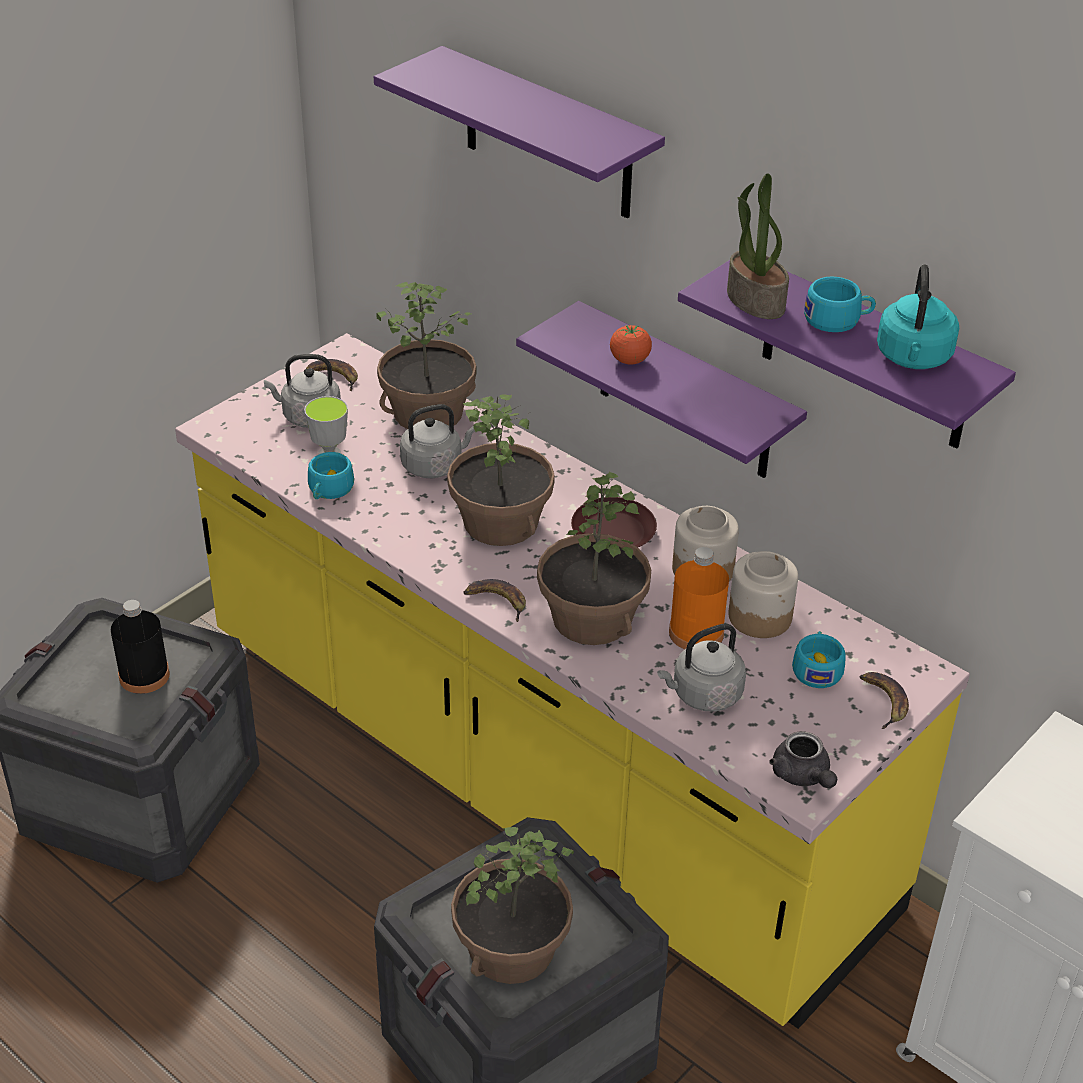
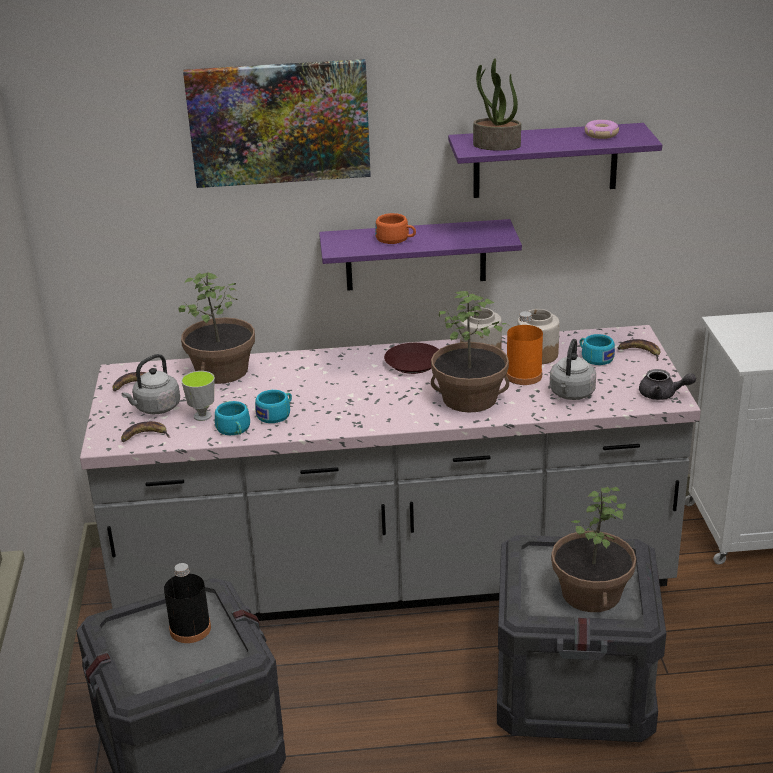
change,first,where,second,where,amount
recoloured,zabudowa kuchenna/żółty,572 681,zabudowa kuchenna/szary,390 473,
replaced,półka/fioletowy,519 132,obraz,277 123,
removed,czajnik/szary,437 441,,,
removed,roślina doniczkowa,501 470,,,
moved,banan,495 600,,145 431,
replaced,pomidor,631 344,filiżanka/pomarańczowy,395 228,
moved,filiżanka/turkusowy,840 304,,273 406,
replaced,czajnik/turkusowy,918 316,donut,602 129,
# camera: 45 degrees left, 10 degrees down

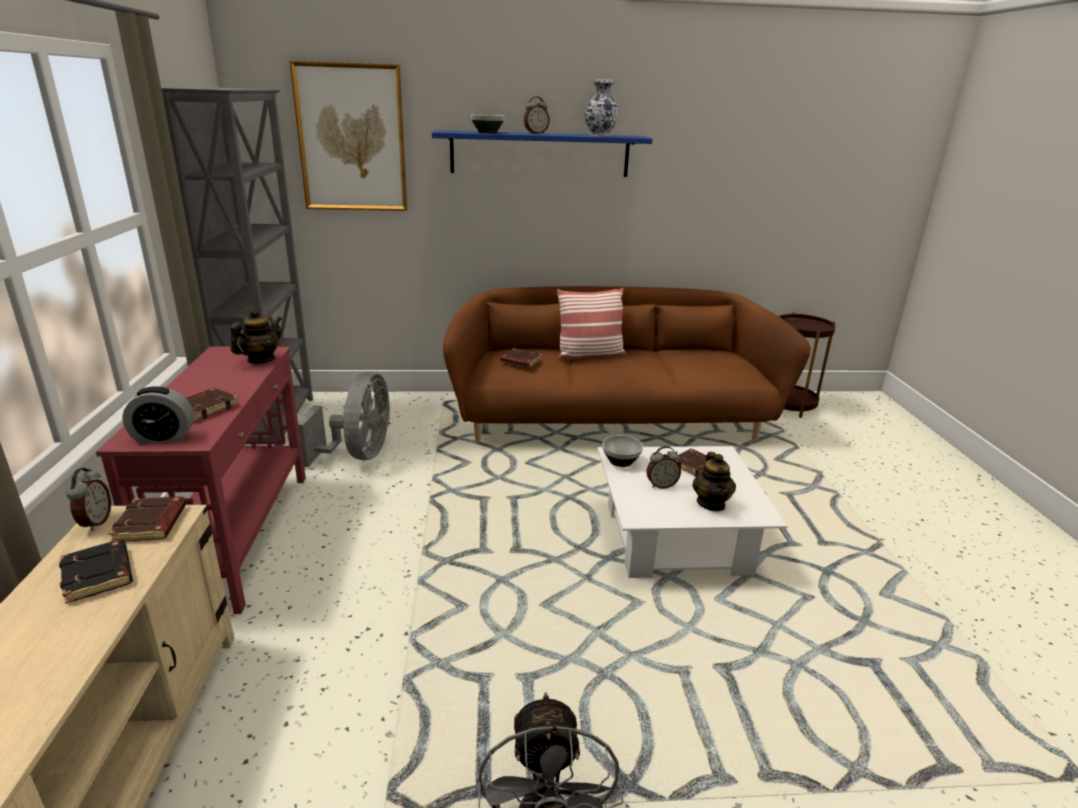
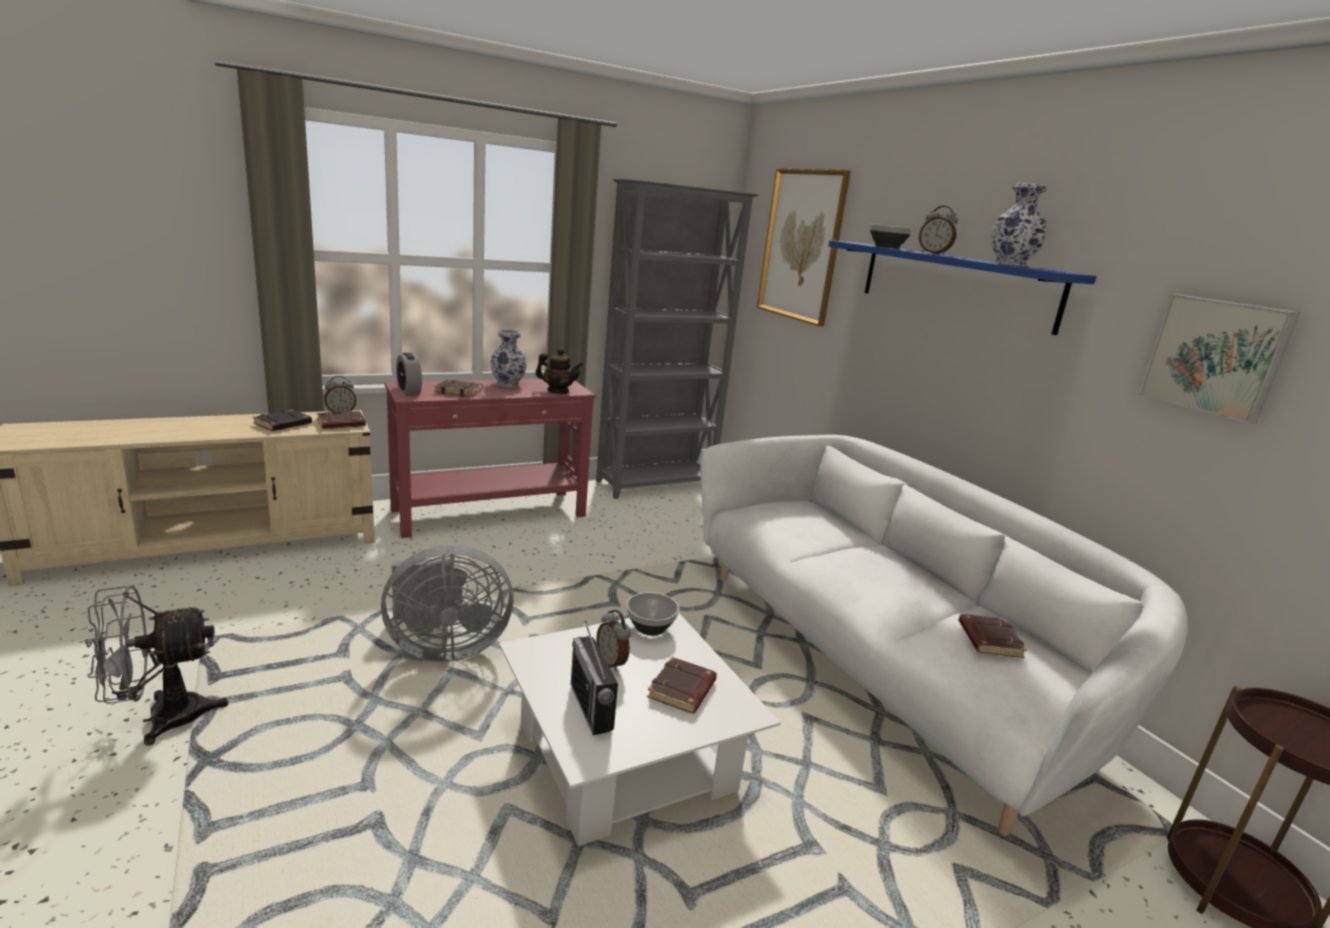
change,first,where,second,where,amount
moved,wentylator/szary,344 419,,447 603,
recoloured,kanapa/brązowy,627 364,kanapa/biały,944 635,
moved,książka/brązowy,521 357,,993 636,
removed,poduszka,591 324,,,
replaced,imbryk,714 481,radio,594 678,
added,,,wazon,508 358,
added,,,obraz,1219 359,
# camera: 65 degrees right, 5 degrees down

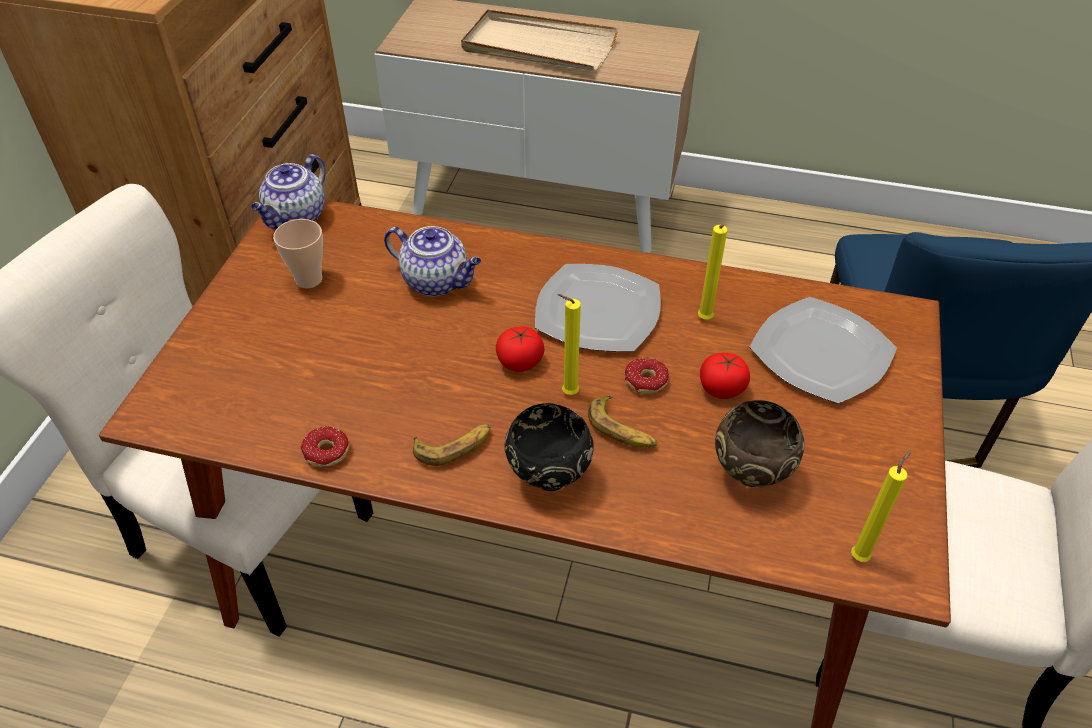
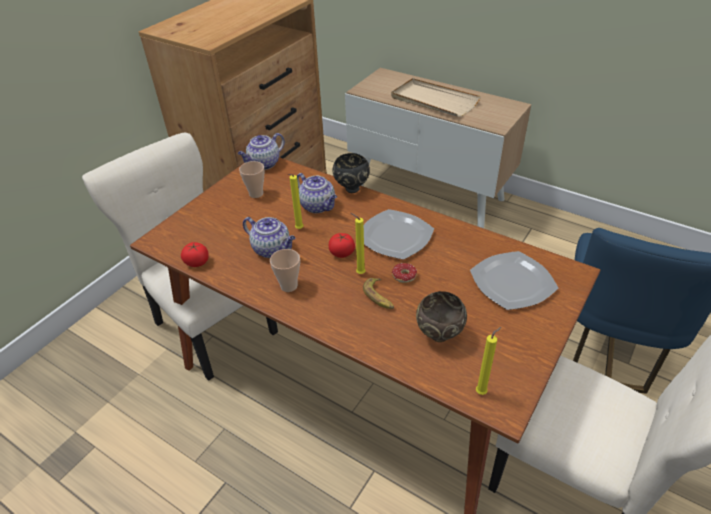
change,first,where,second,where,amount
removed,donut,325 446,,,
replaced,banan,452 445,filiżanka,285 270,
moved,miska/czarny,549 447,,351 173,
moved,świeca/żółty,712 272,,295 201,
moved,pomidor,725 376,,195 254,
added,,,imbryk,269 237,
# camera: 20 degrees right, 5 degrees down

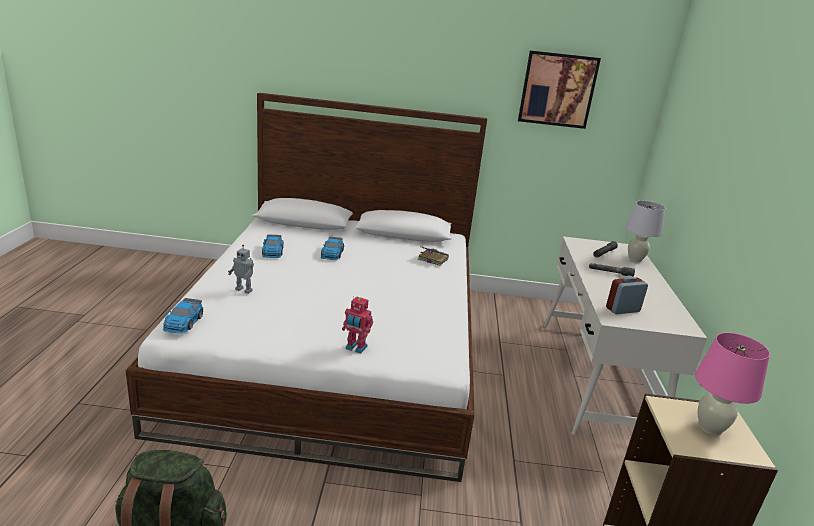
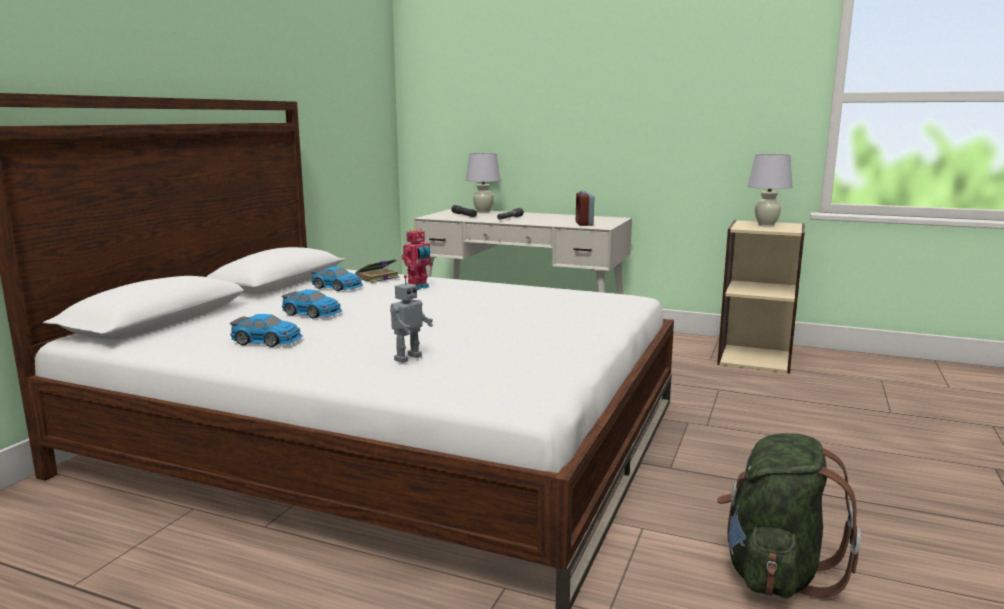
change,first,where,second,where,amount
moved,samochodzik,183 316,,337 279,
moved,robot zabawkowy,357 325,,417 259,
removed,obraz,559 89,,,
recoloured,lampa stołowa/różowy,732 384,lampa stołowa/biały,770 190,
# camera: 70 degrees left, 10 degrees down

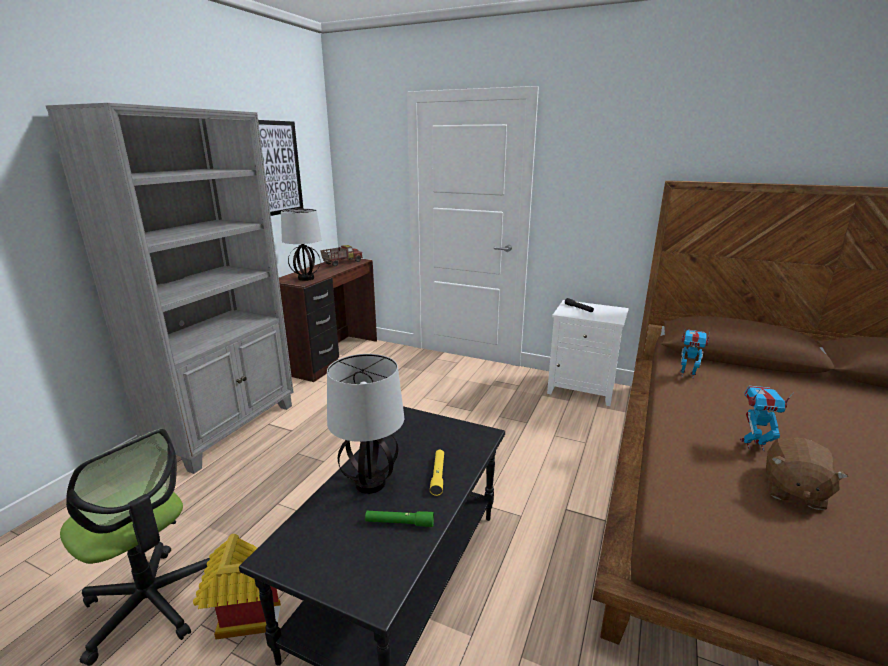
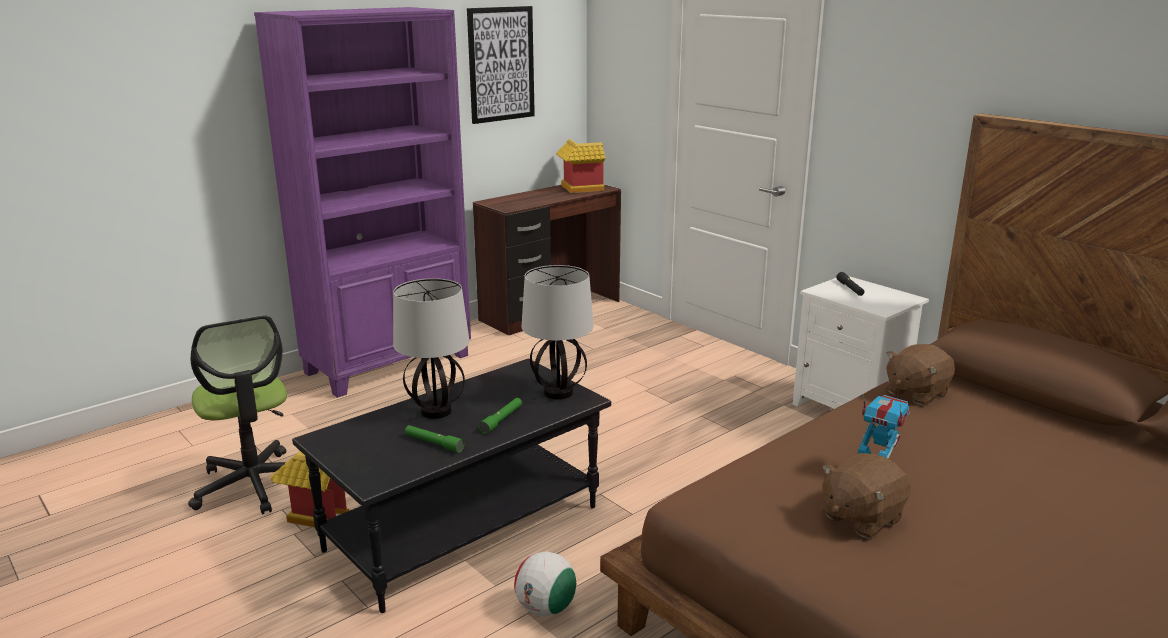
change,first,where,second,where,amount
recoloured,regał/szary,169 288,regał/fioletowy,362 202,
moved,lampa stołowa,301 245,,558 332,
replaced,ciężarówka zabawkowa,341 255,domek,580 166,
recoloured,latarka/żółty,437 473,latarka/zielony,500 416,
replaced,robot zabawkowy,695 353,pluszak/brązowy,920 374,
added,,,piłka futbolowa,545 583,
# camera: 25 degrees right, 0 degrees up

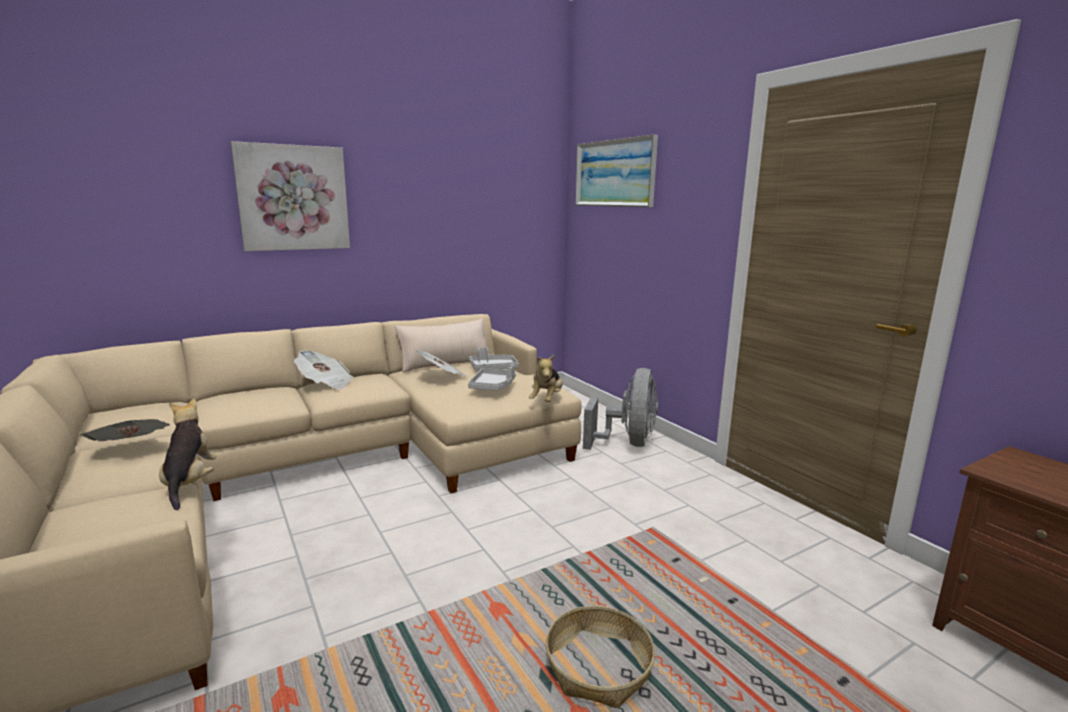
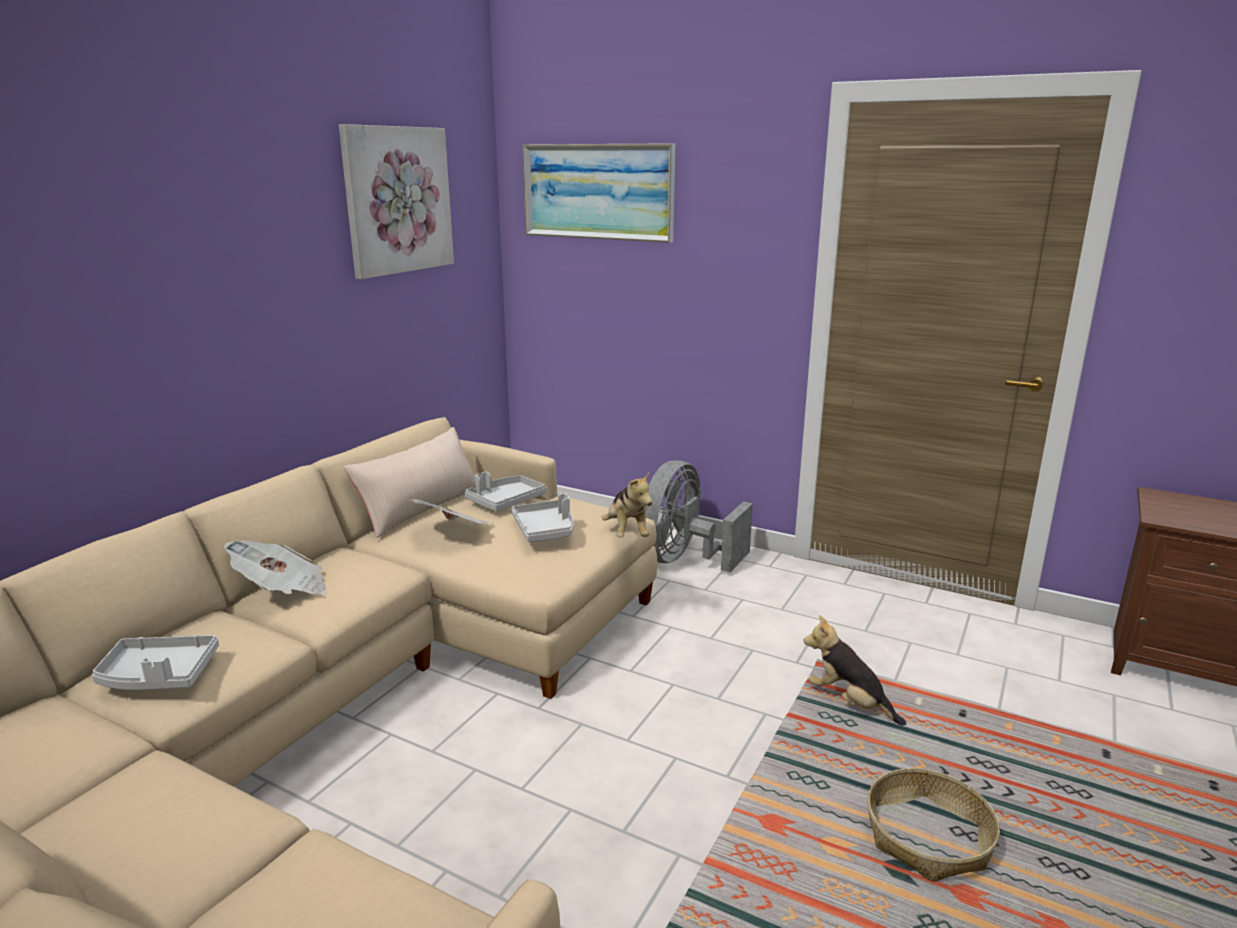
change,first,where,second,where,amount
removed,gazeta,125 430,,,
moved,pluszak,188 454,,855 670,
moved,obraz,290 196,,396 201,
turned,wentylator/szary,620 409,,699 516,135 degrees counterclockwise
added,,,taca/szary,155 662,
# camera: 30 degrees left, 5 degrees up

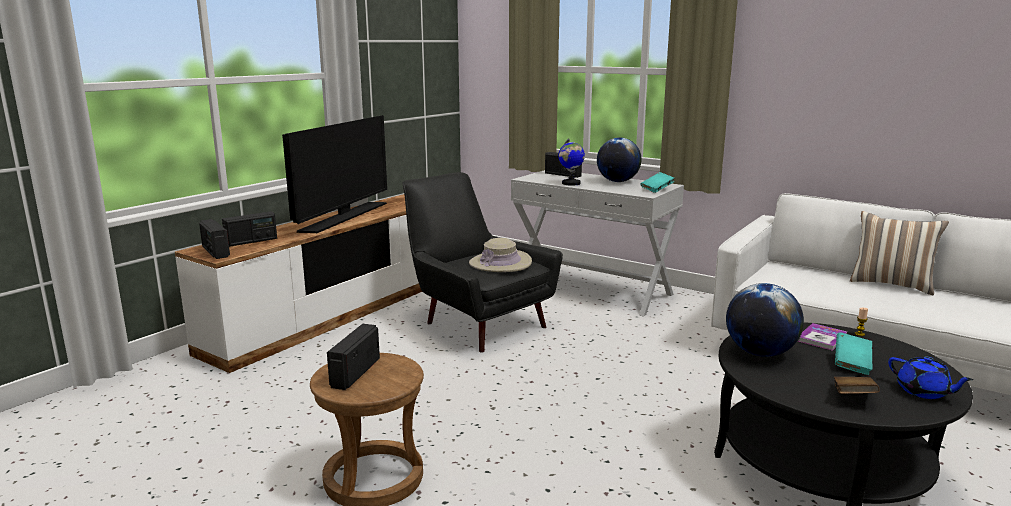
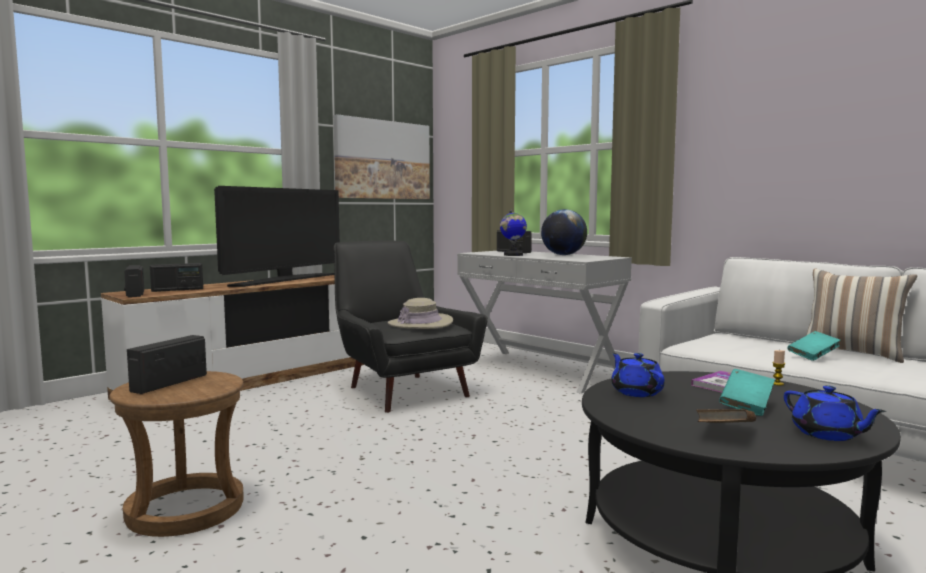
change,first,where,second,where,amount
moved,książka/turkusowy,657 182,,814 346,
replaced,globus,765 320,imbryk/niebieski,637 375,
added,,,obraz,382 156,
# camera: 10 degrees right, 10 degrees down

